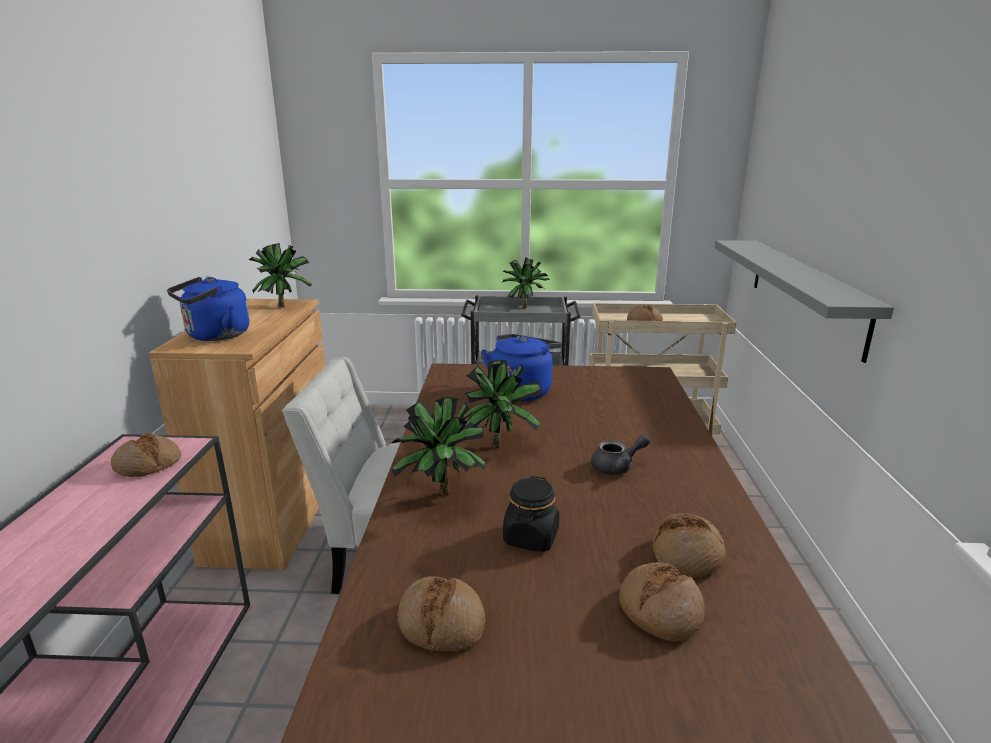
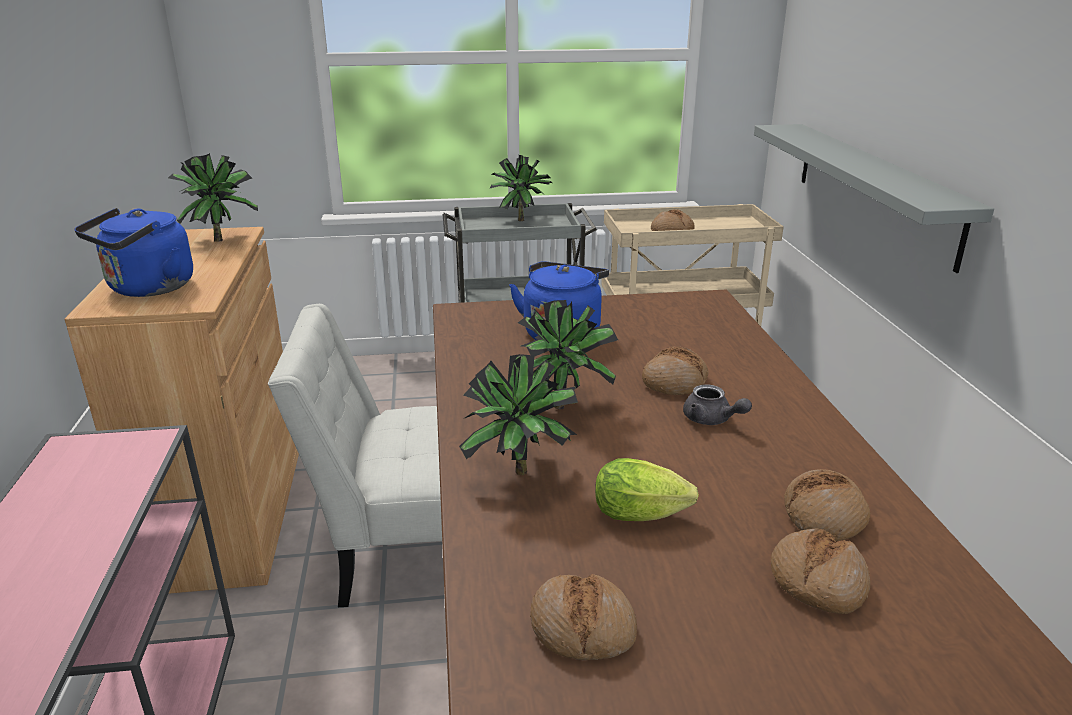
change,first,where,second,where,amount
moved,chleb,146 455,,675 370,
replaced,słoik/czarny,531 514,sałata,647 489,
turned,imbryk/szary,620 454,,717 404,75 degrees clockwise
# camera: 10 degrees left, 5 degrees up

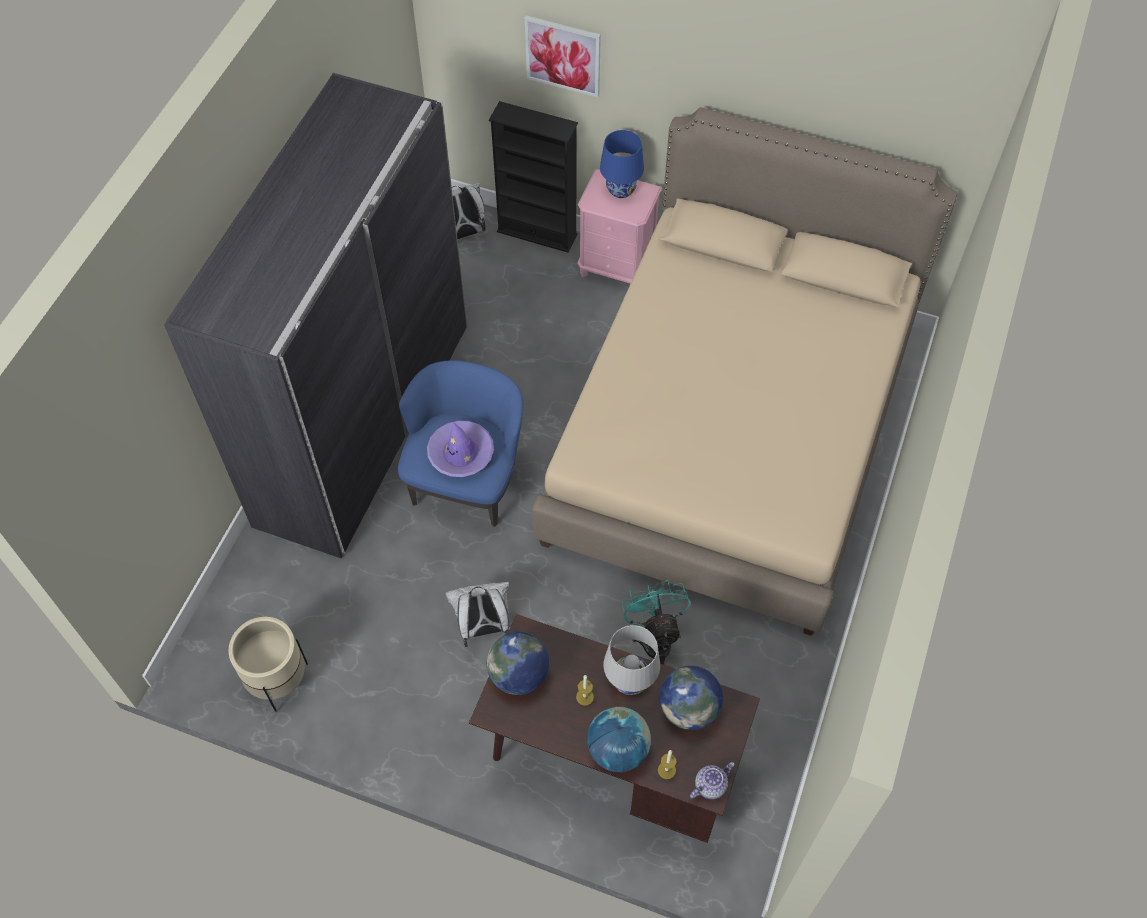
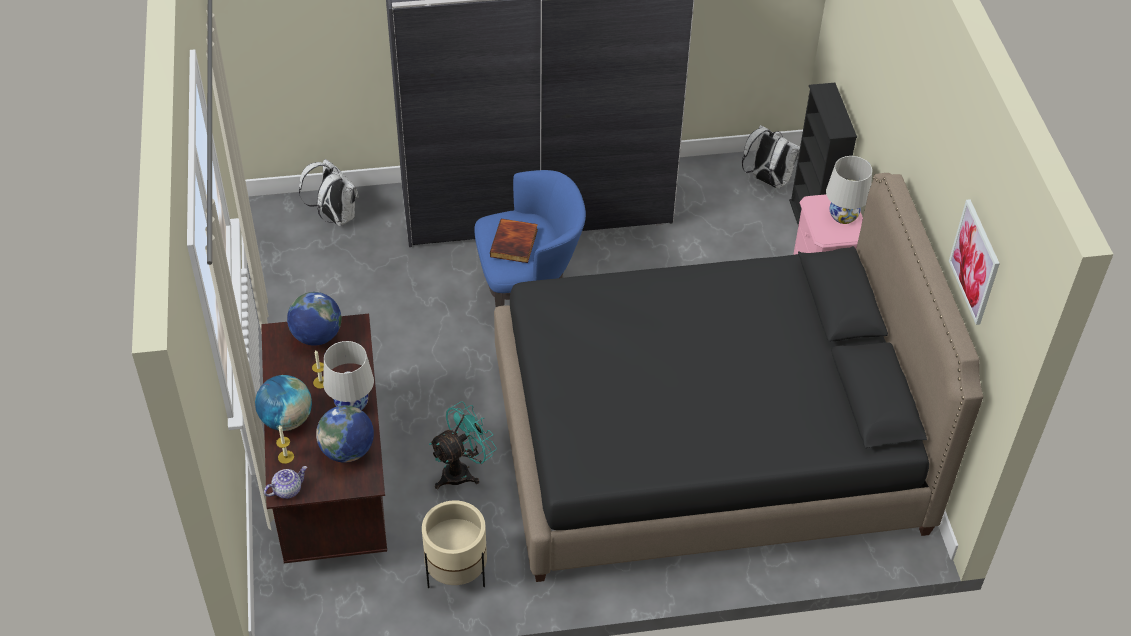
change,first,where,second,where,amount
moved,donica/beżowy,268 664,,454 544,
replaced,kapelusz/fioletowy,460 448,książka,514 241,
moved,plecak/biały,477 614,,329 192,
moved,obraz,563 56,,974 262,
recoloured,łóżko/beżowy,744 371,łóżko/czarny,738 377,
recoloured,lampa stołowa/niebieski,622 164,lampa stołowa/biały,849 190,
turned,imbryk,712 780,,285 482,60 degrees counterclockwise
# camera: 60 degrees right, 10 degrees down

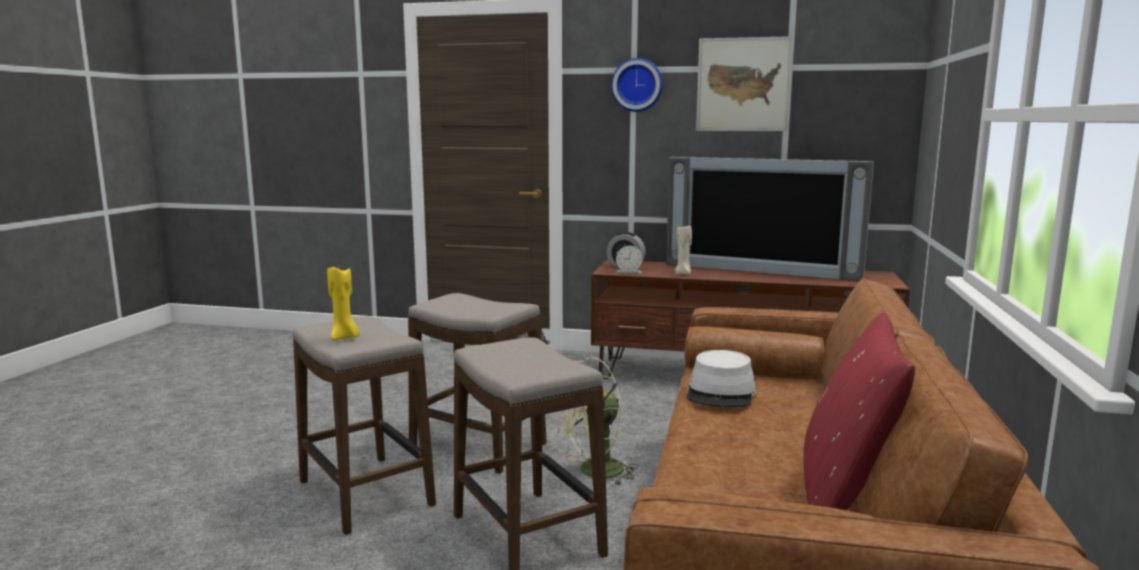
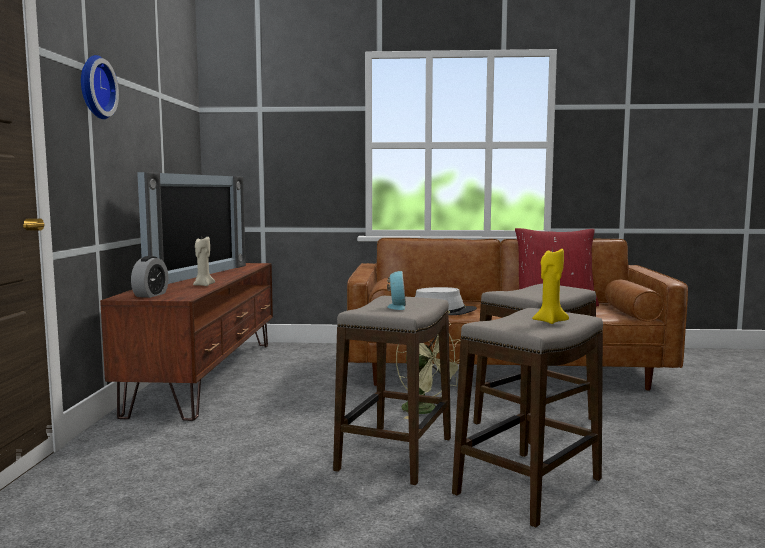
change,first,where,second,where,amount
moved,budzik,629 259,,396 290,
removed,obraz,744 83,,,
# camera: 100 degrees left, 5 degrees down

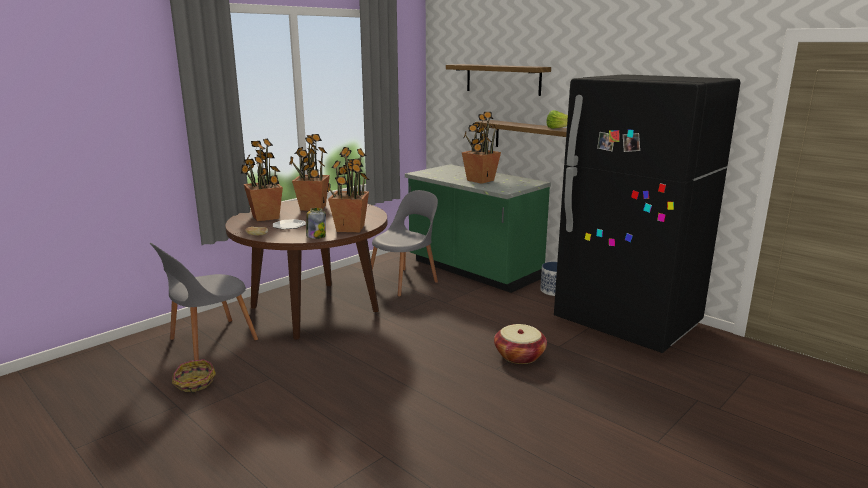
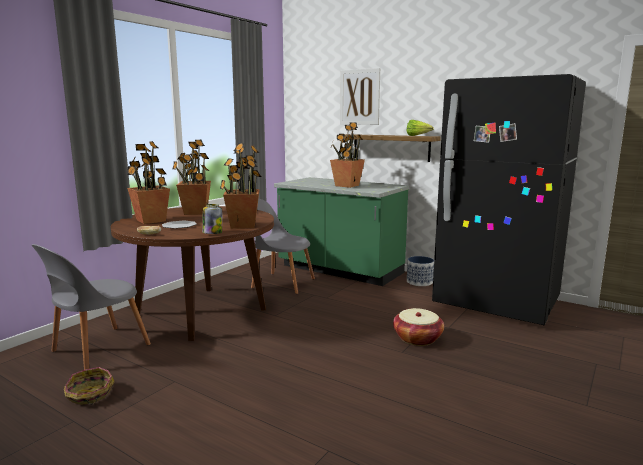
change,first,where,second,where,amount
turned,krzesło/szary,404 243,,283 246,105 degrees counterclockwise
replaced,półka,498 80,obraz,360 96,
# camera: 10 degrees left, 5 degrees down

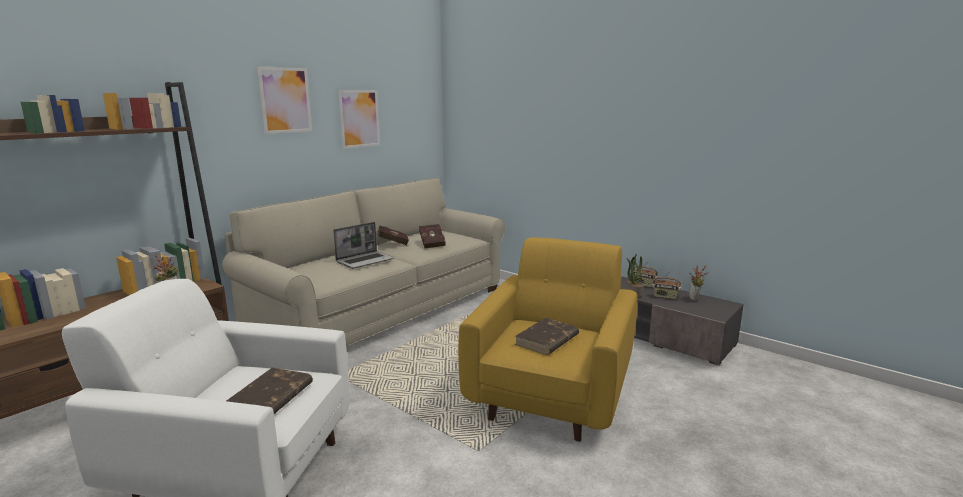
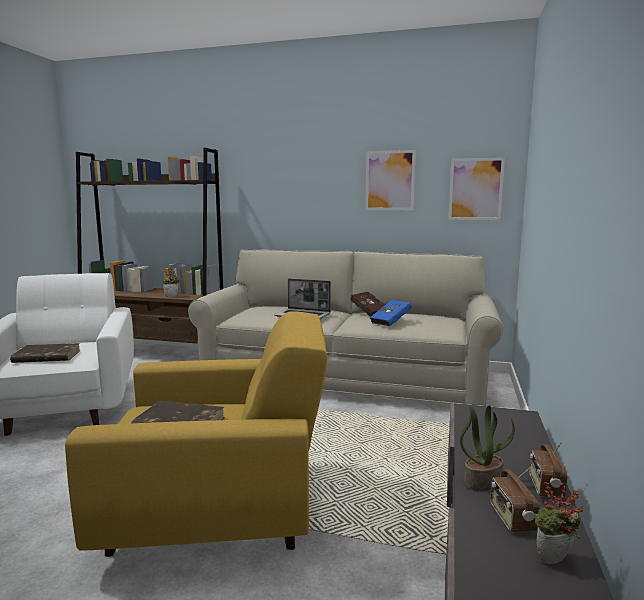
change,first,where,second,where,amount
moved,obraz,284 100,,476 188,
recoloured,książka/czerwony,432 236,książka/niebieski,391 313,
# camera: 65 degrees right, 5 degrees down

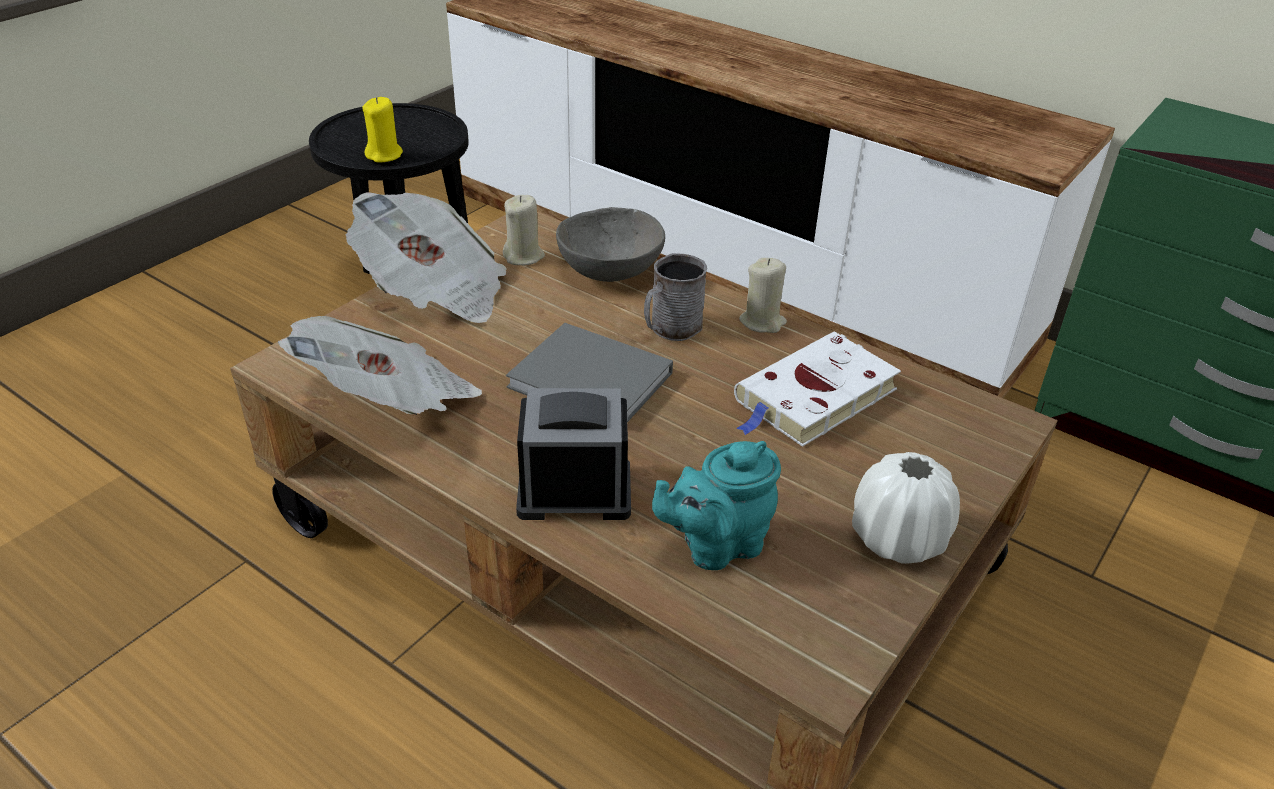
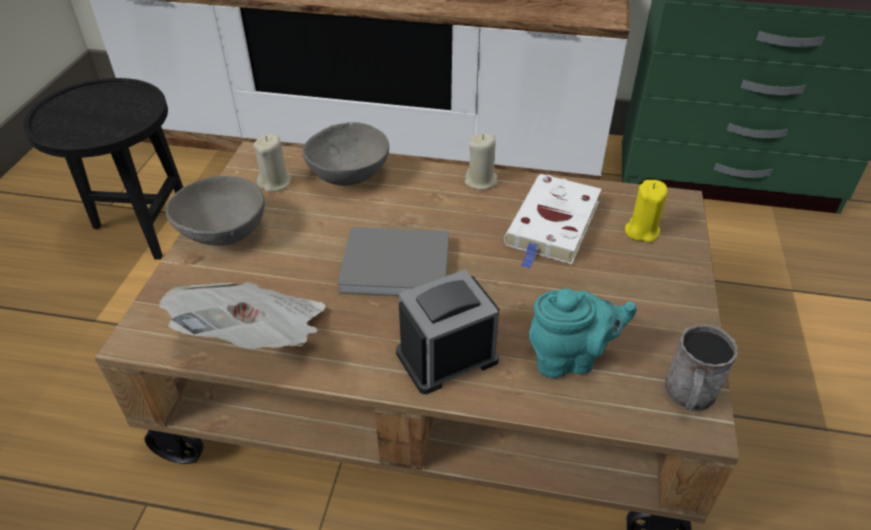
change,first,where,second,where,amount
replaced,gazeta,426 257,miska/szary,215 211,
moved,świeca/żółty,383 130,,646 211,
moved,kubek/szary,675 297,,701 367,
turned,imbryk/turkusowy,716 505,,582 333,135 degrees counterclockwise
removed,wazon/biały,906 508,,,
# camera: 25 degrees left, 5 degrees up

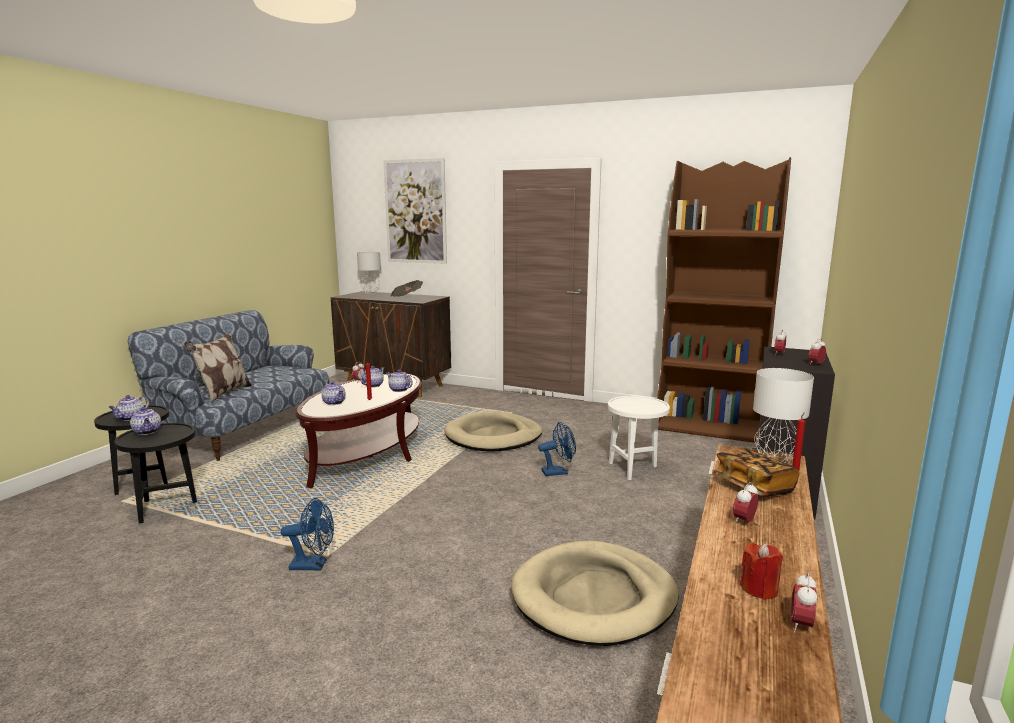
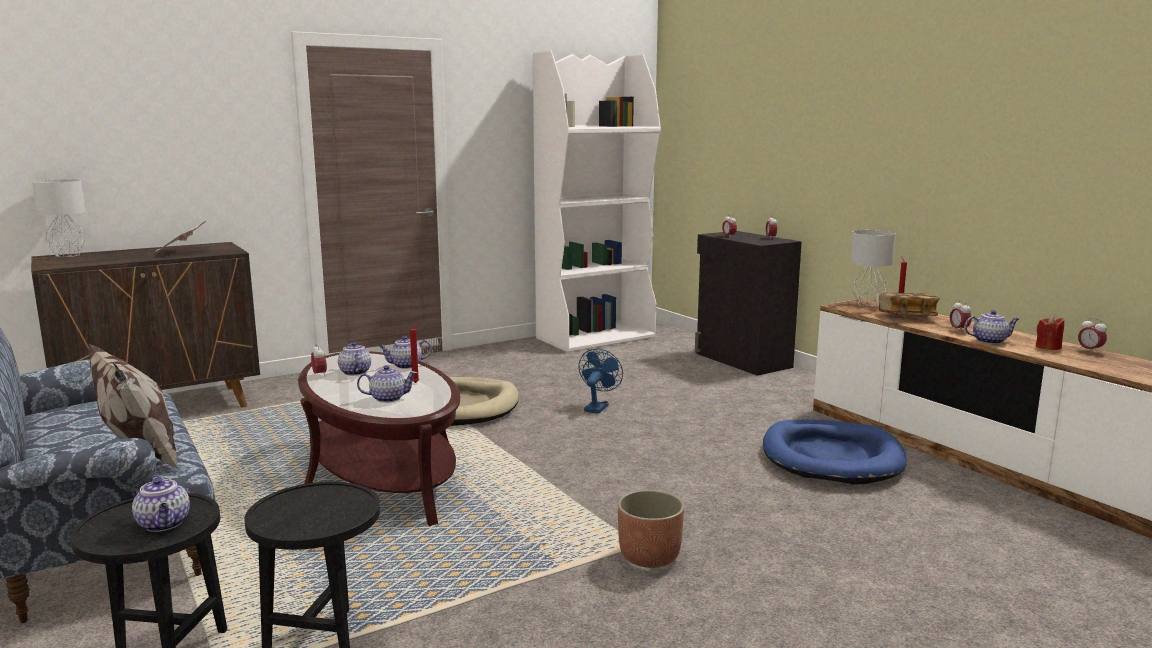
change,first,where,second,where,amount
moved,imbryk,145 421,,991 327,
replaced,wentylator/niebieski,307 534,donica,651 529,
removed,obraz,415 211,,,
recoloured,legowisko/beżowy,595 593,legowisko/niebieski,835 452,
removed,stolik/biały,639 438,,,
recoloured,regał/brązowy,724 300,regał/biały,597 201,
# camera: 55 degrees left, 0 degrees up

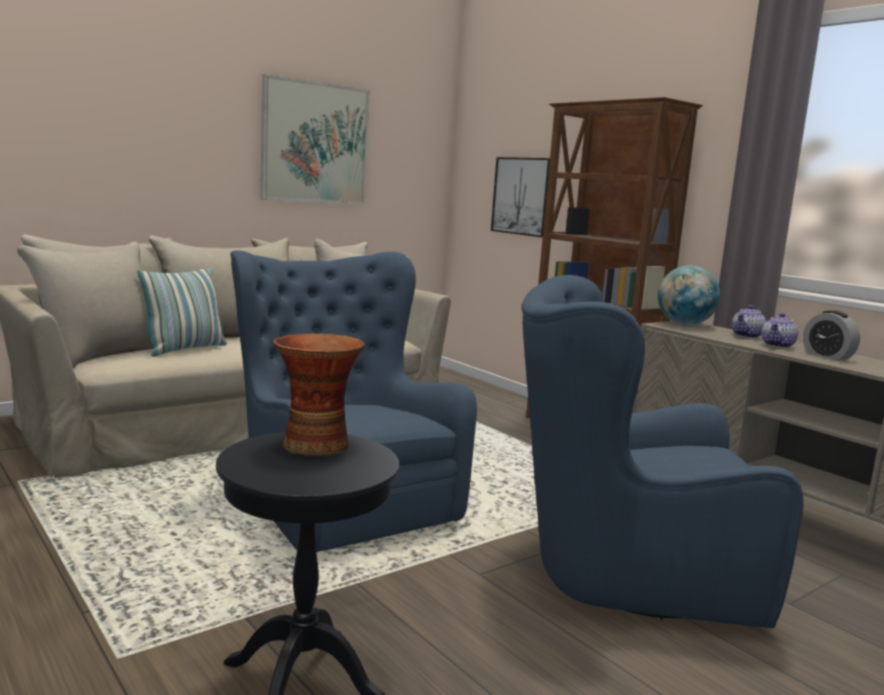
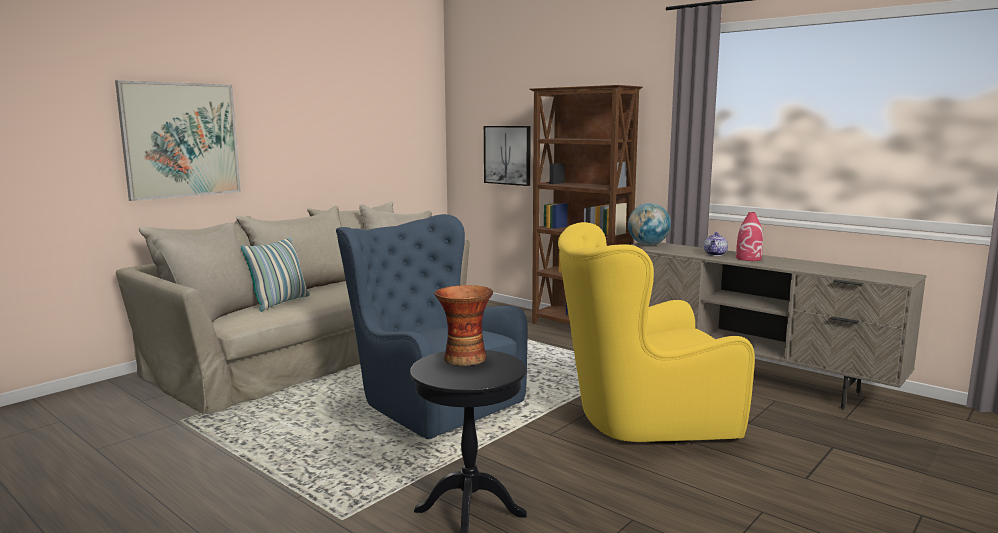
change,first,where,second,where,amount
moved,obraz,315 139,,178 140,
recoloured,fotel/niebieski,663 451,fotel/żółty,656 333,
removed,imbryk,749 321,,,
replaced,budzik,831 335,wazon/czerwony,749 236,
# camera: 10 degrees left, 0 degrees up

